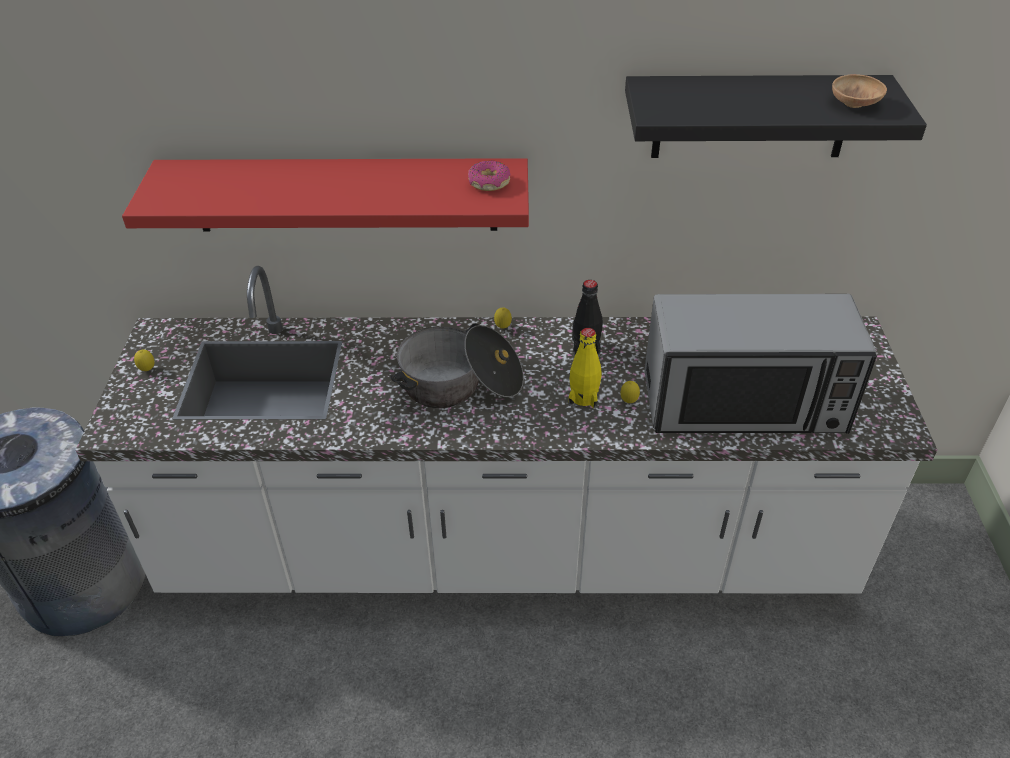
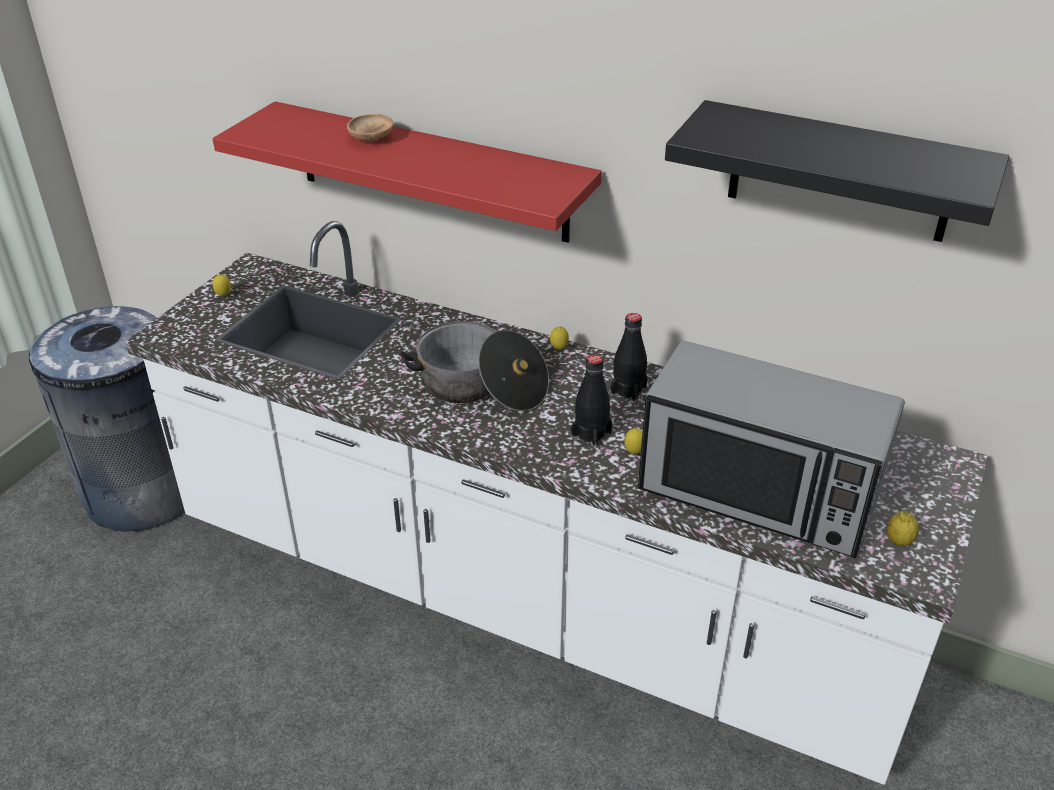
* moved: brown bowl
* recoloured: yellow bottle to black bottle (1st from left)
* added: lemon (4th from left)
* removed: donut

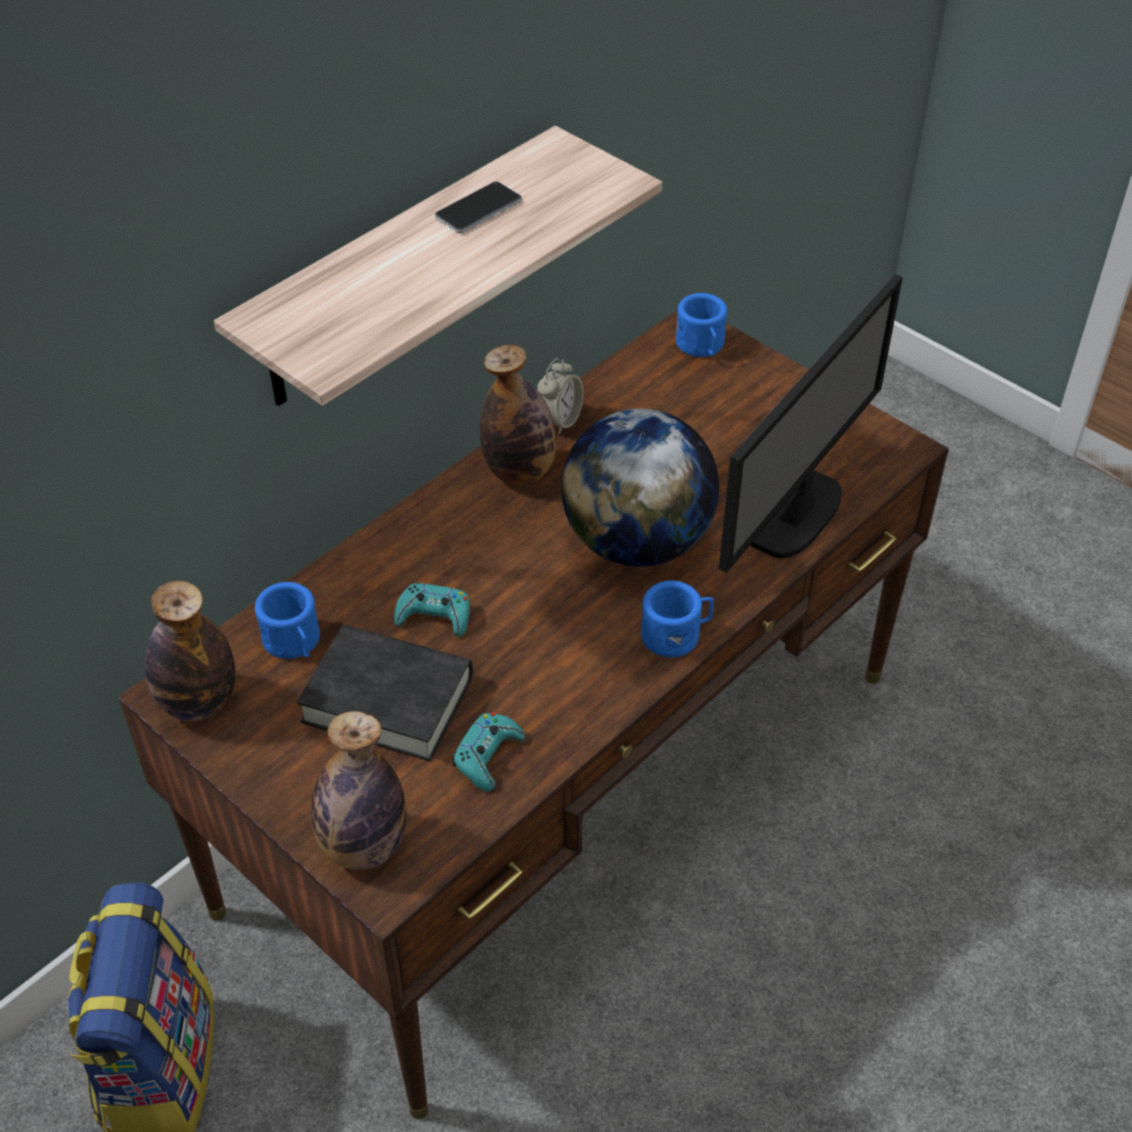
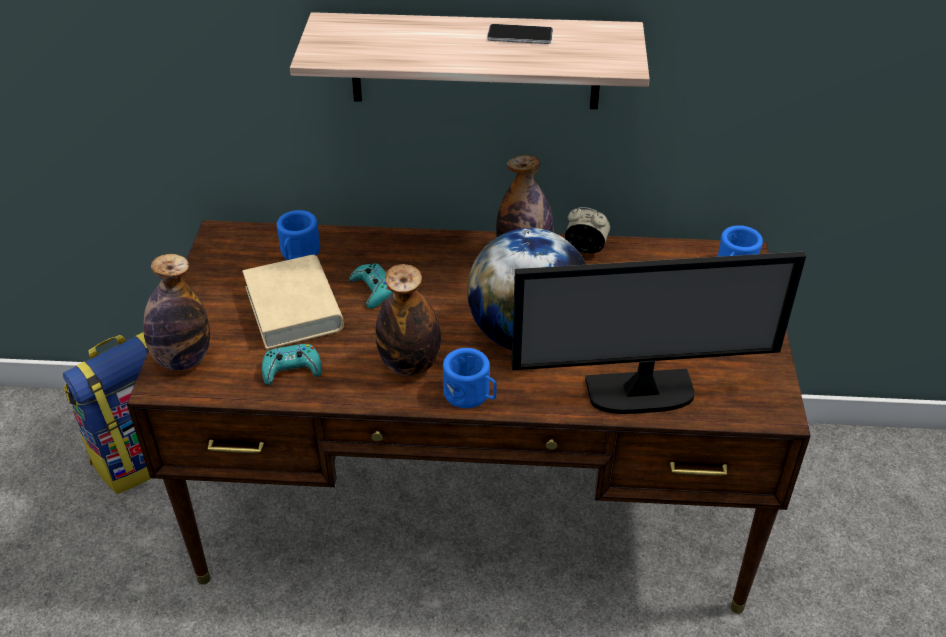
* recoloured: black book to beige book
* moved: bottle (1st from left in the first image) to bottle (2nd from left)
* turned: alarm clock 150 degrees counterclockwise

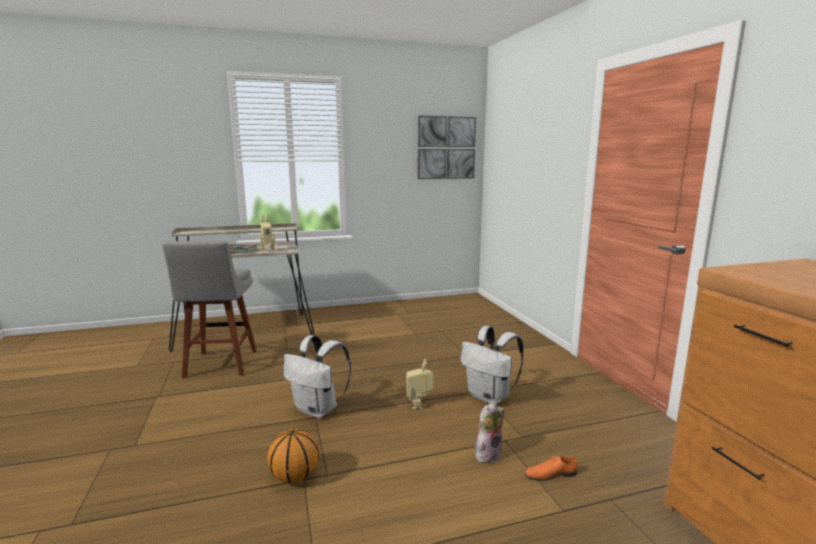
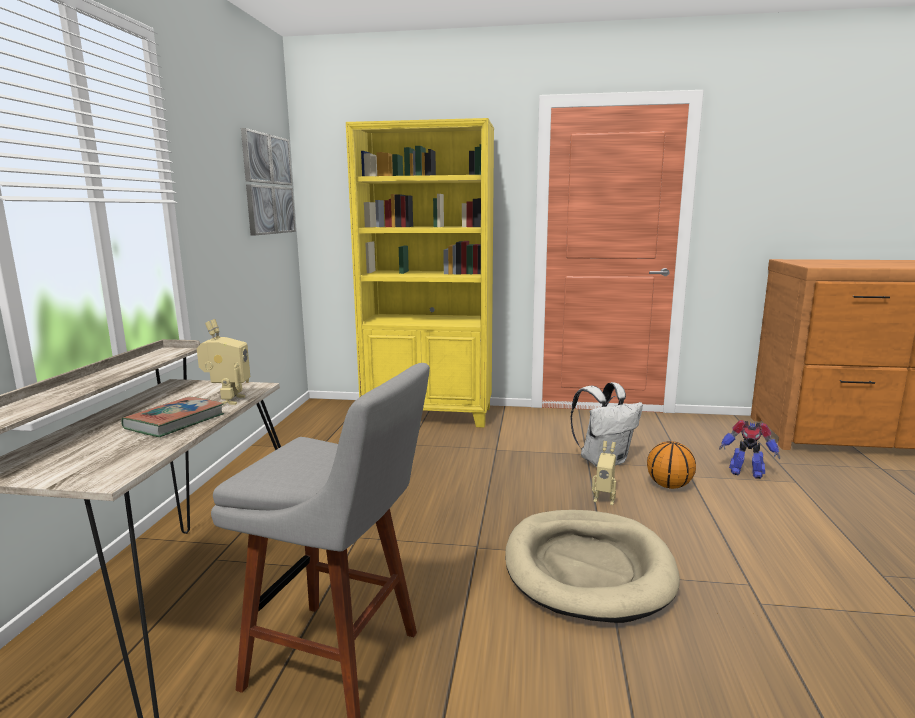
* added: yellow bookcase
* replaced: white backpack (1st from left) to beige dog bed
* moved: basketball
* replaced: orange shoe to toy robot (3rd from left)
* removed: plush toy

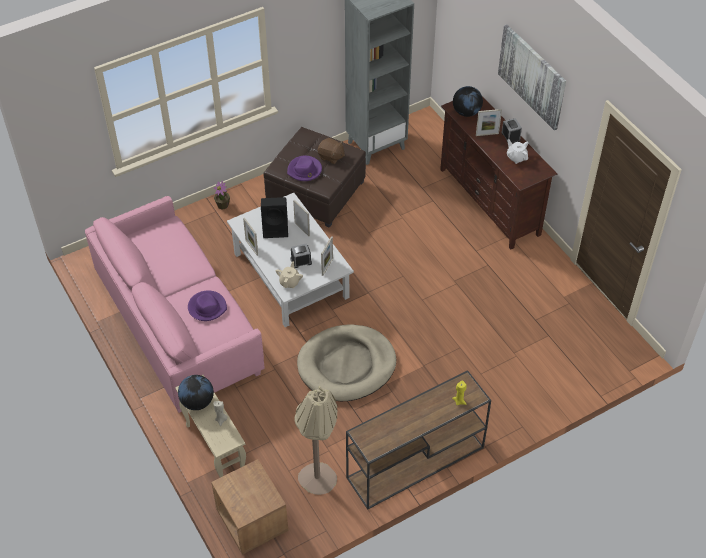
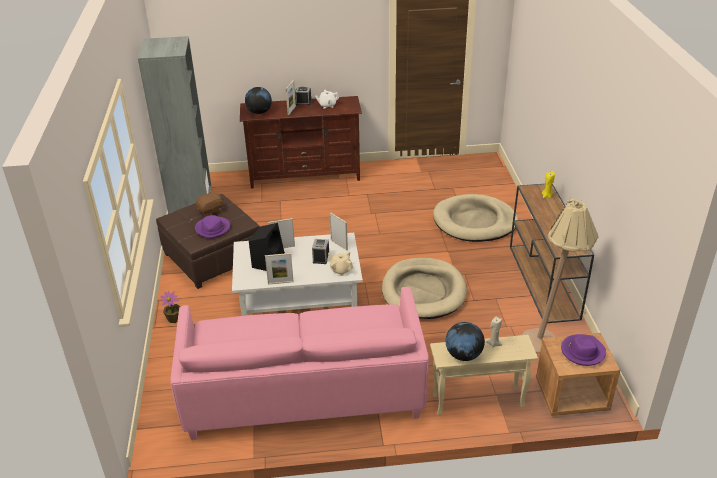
* added: beige dog bed (2nd from left)
* moved: purple hat (1st from left in the first image) to purple hat (2nd from left)
* removed: picture

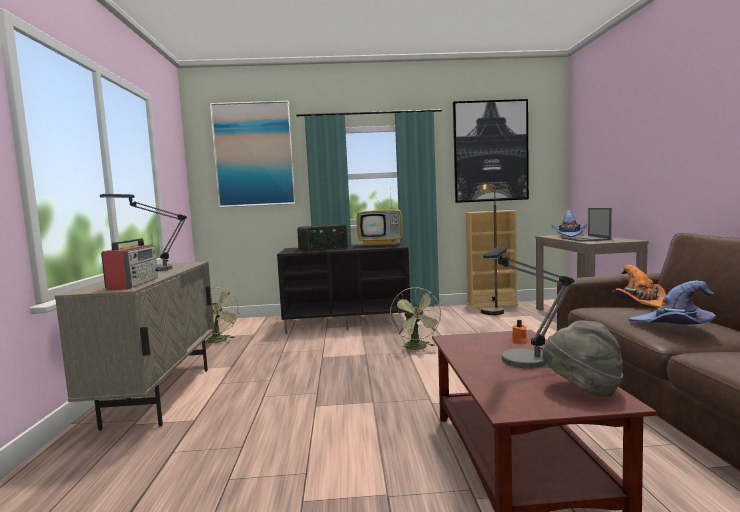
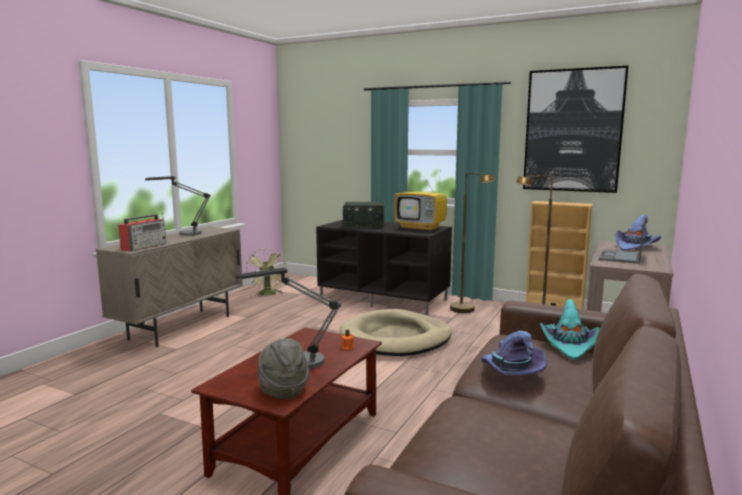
* replaced: green fan (2nd from left) to beige dog bed
* added: brown floor lamp (1st from left)
* recoloured: orange hat to turquoise hat
* removed: picture (1st from left)

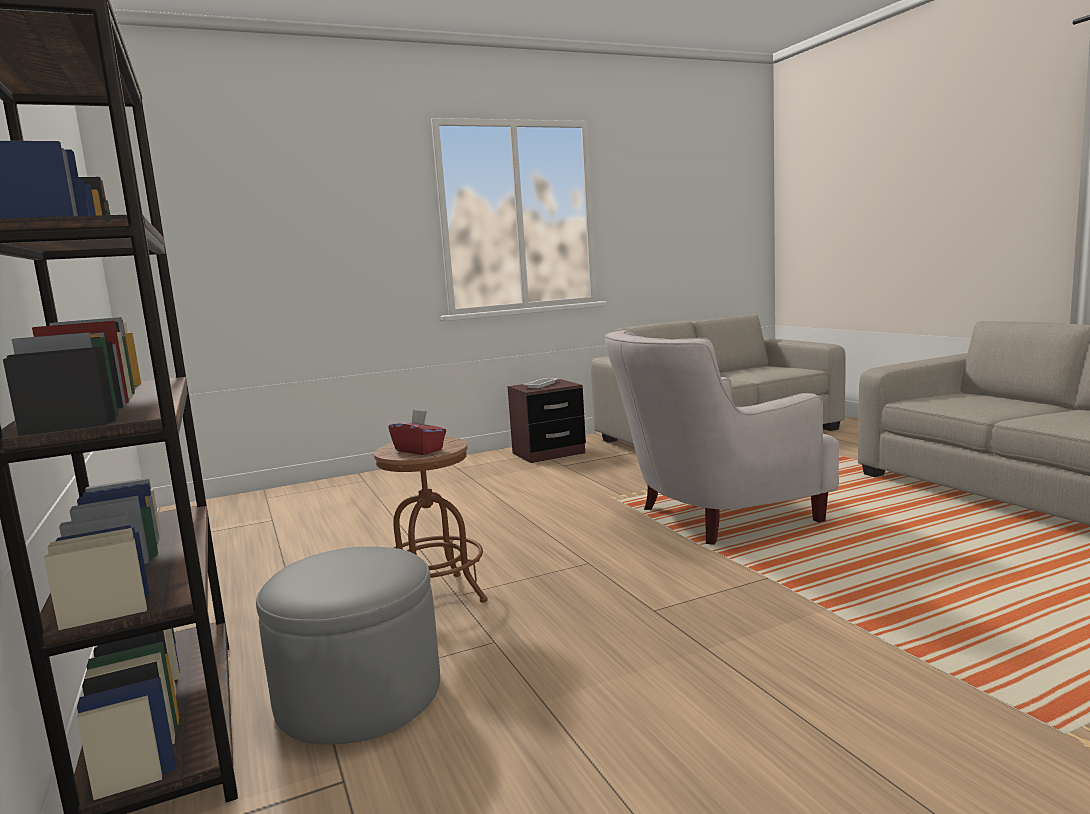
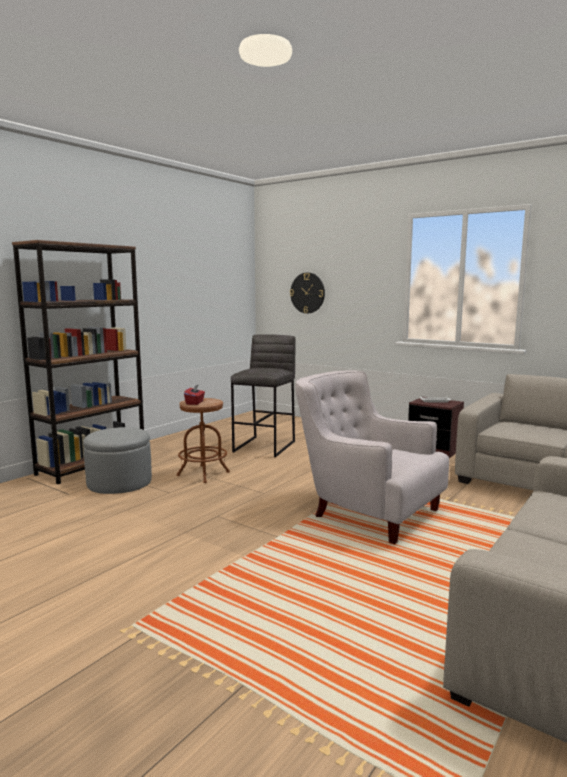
* added: grey stool
* added: wall clock

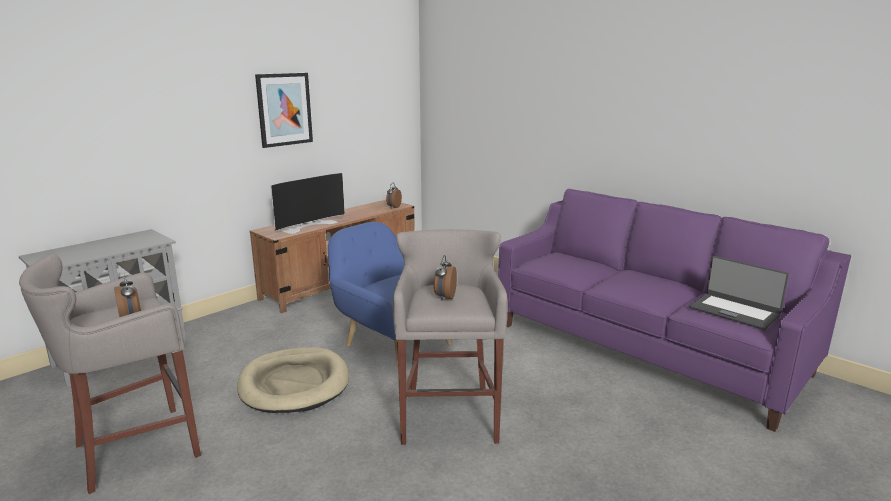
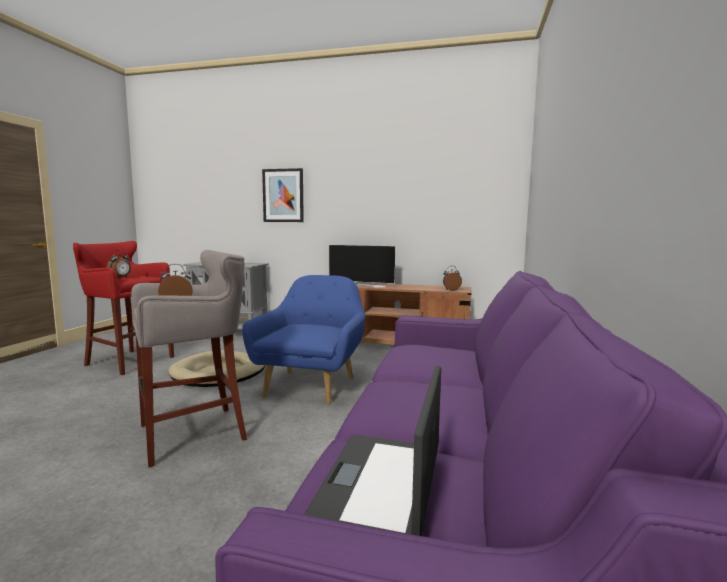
* recoloured: grey stool (1st from left) to red stool
* moved: picture

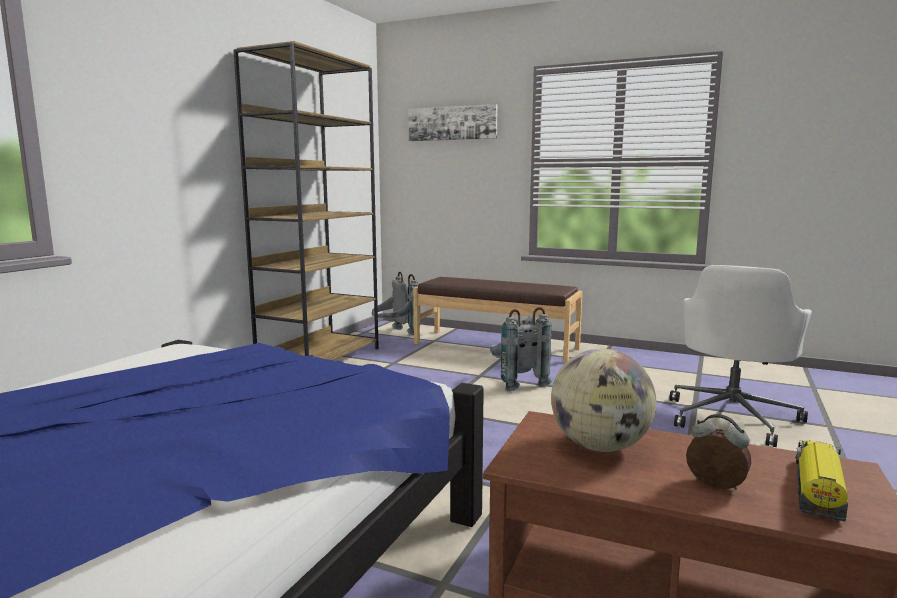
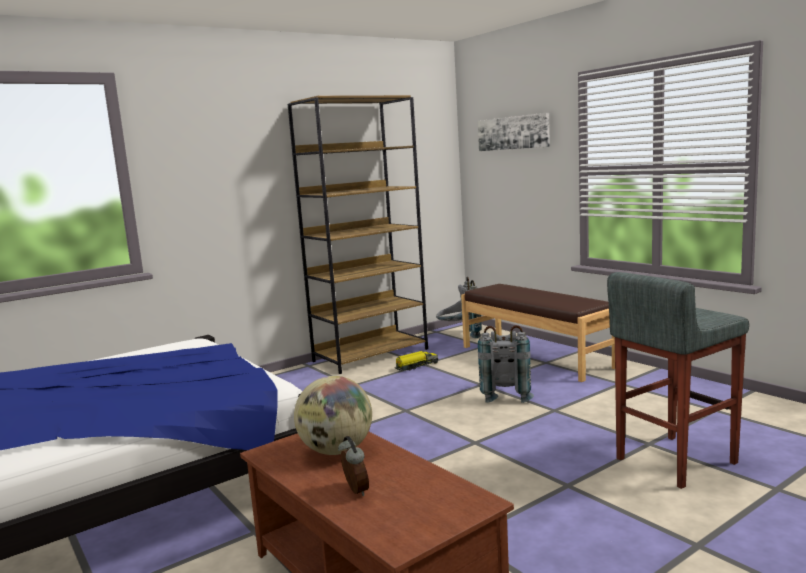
* moved: toy truck
* replaced: white office chair to grey stool

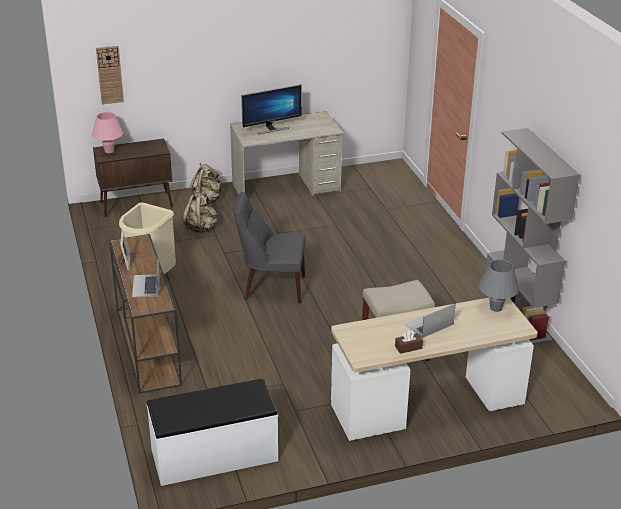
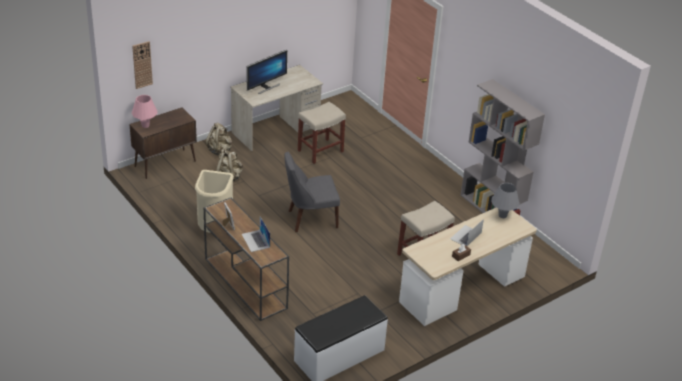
* added: beige stool (1st from left)

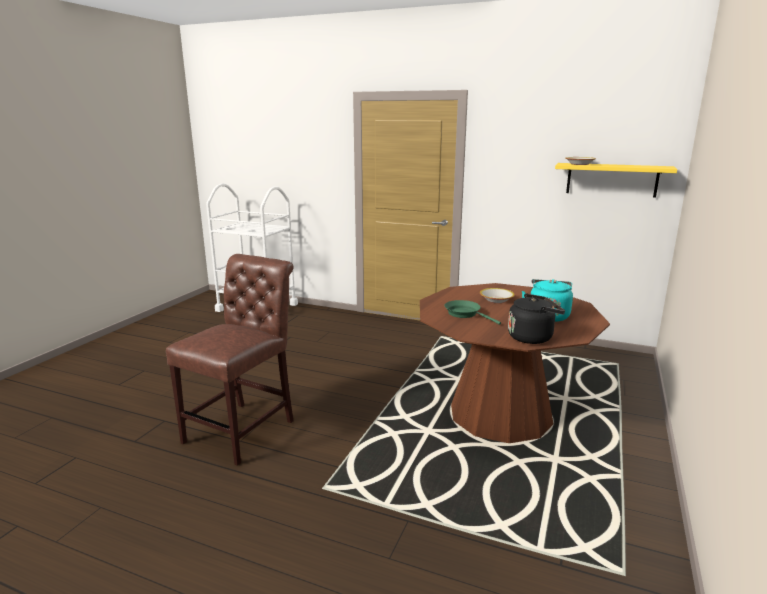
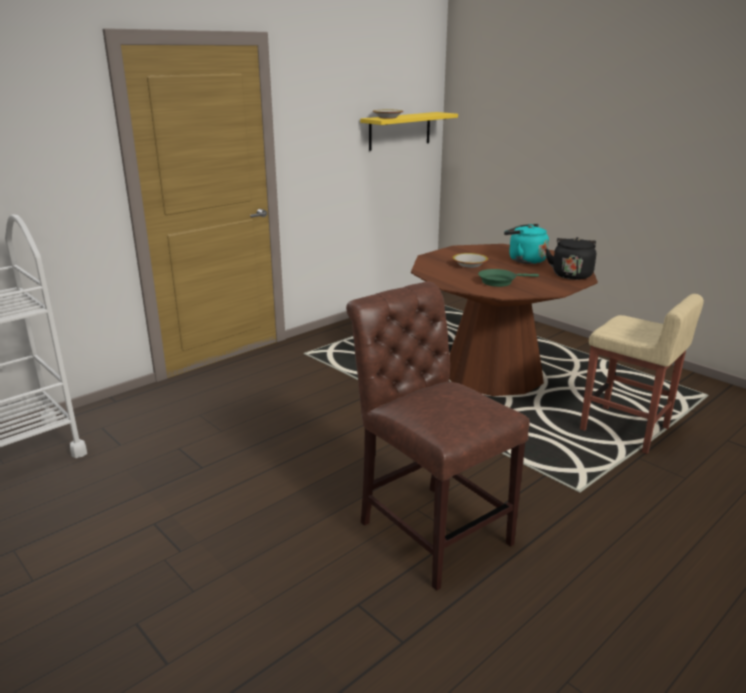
* added: beige stool

